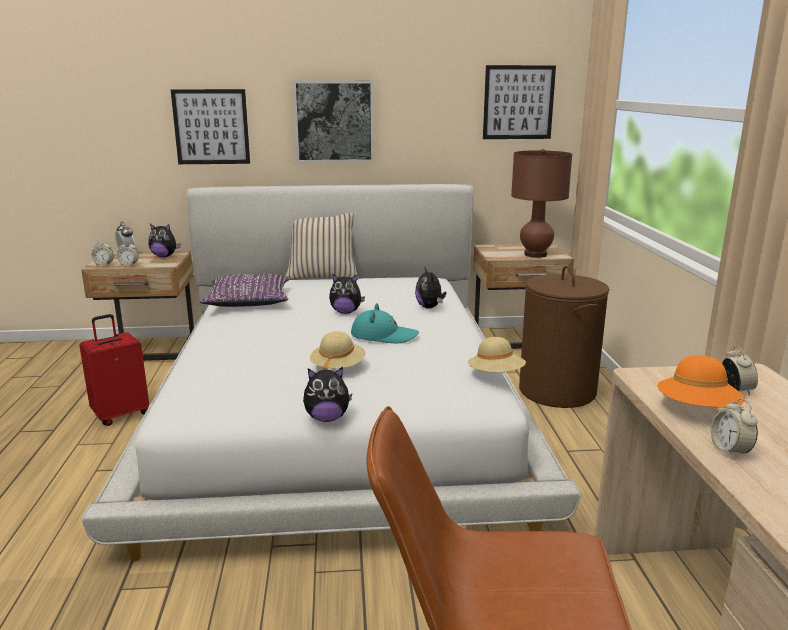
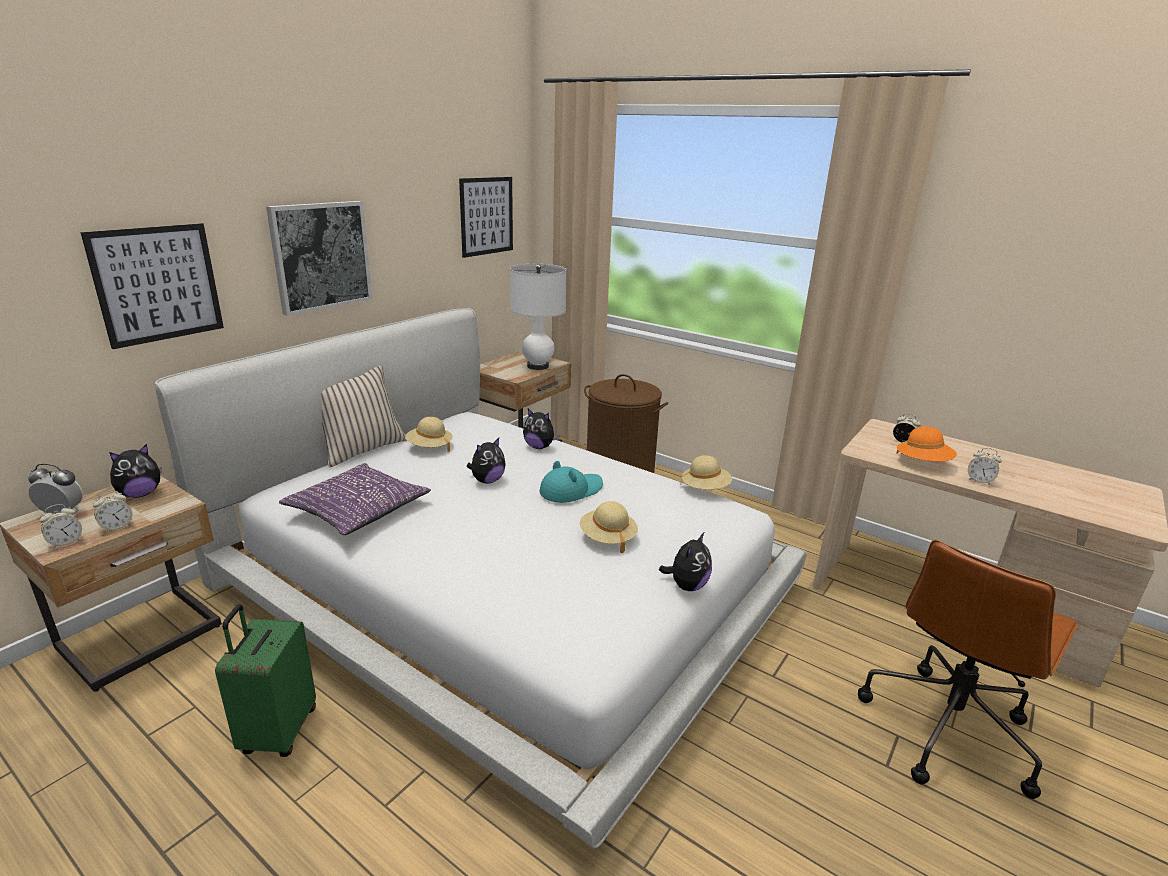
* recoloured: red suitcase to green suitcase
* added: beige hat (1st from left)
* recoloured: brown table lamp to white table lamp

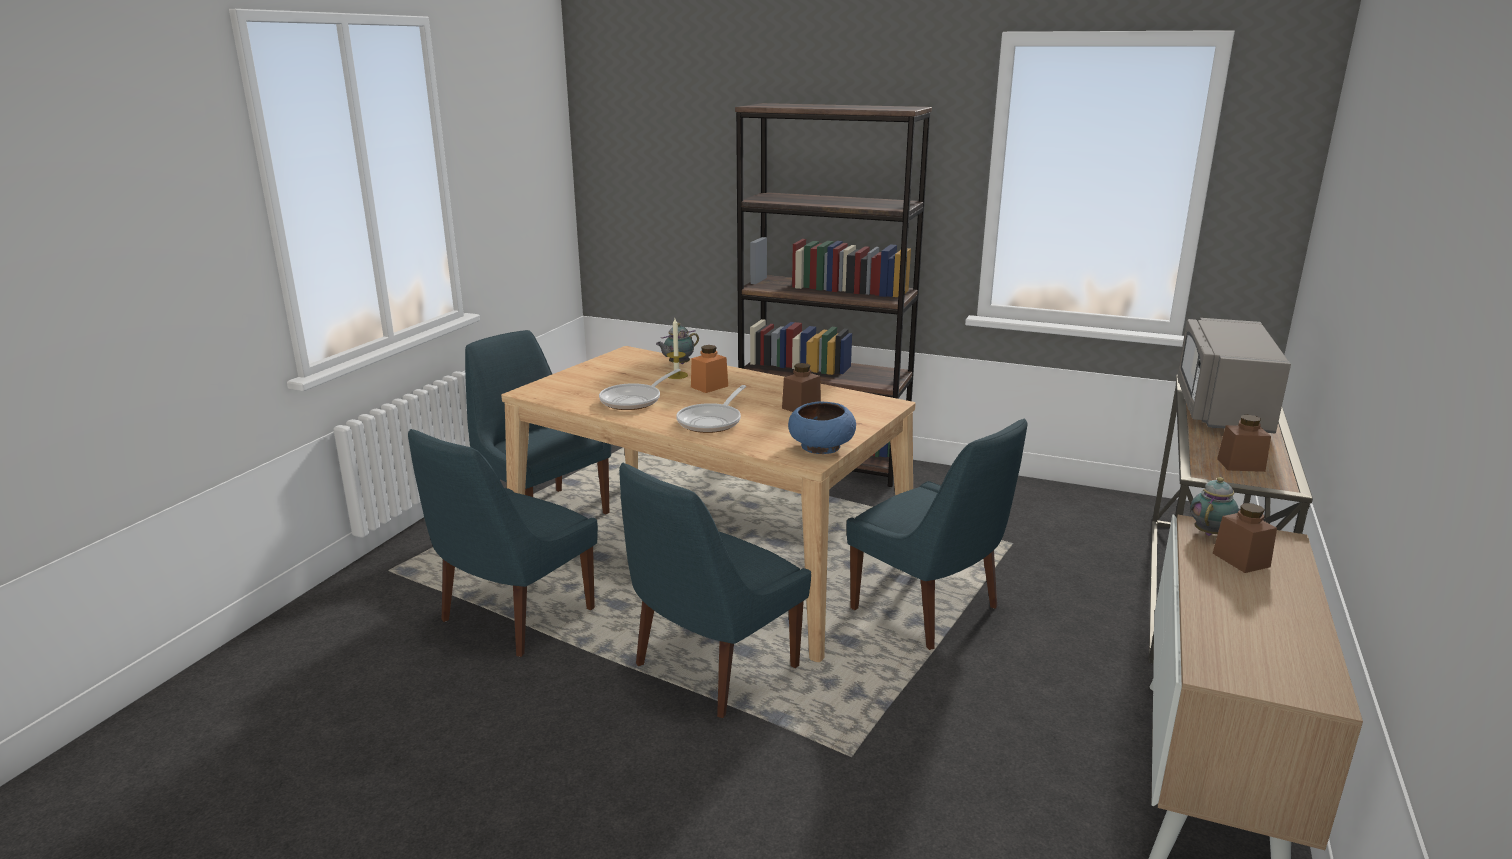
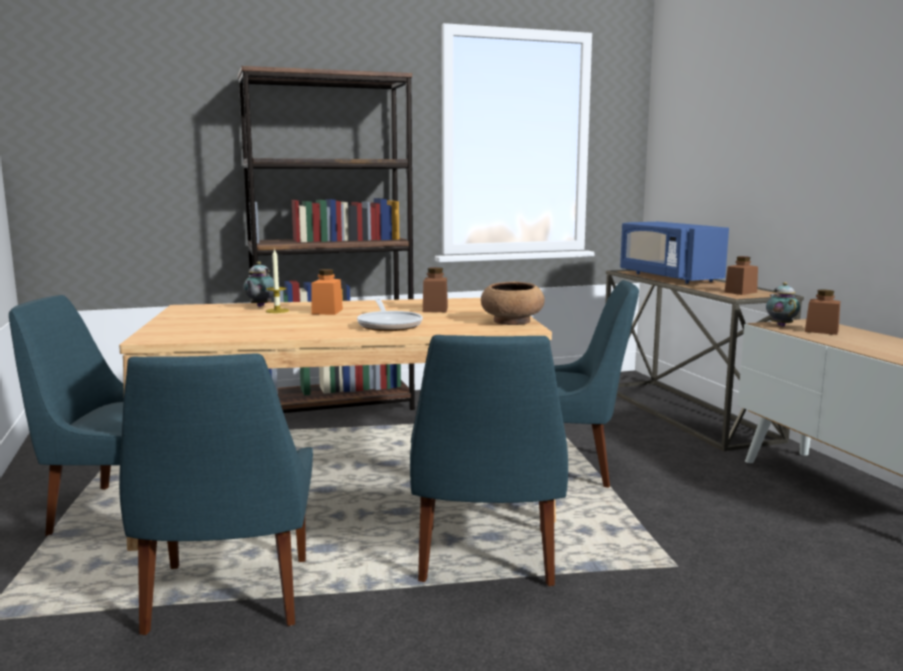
* recoloured: blue bowl to brown bowl
* recoloured: grey microwave to blue microwave
* removed: frying pan (1st from left)

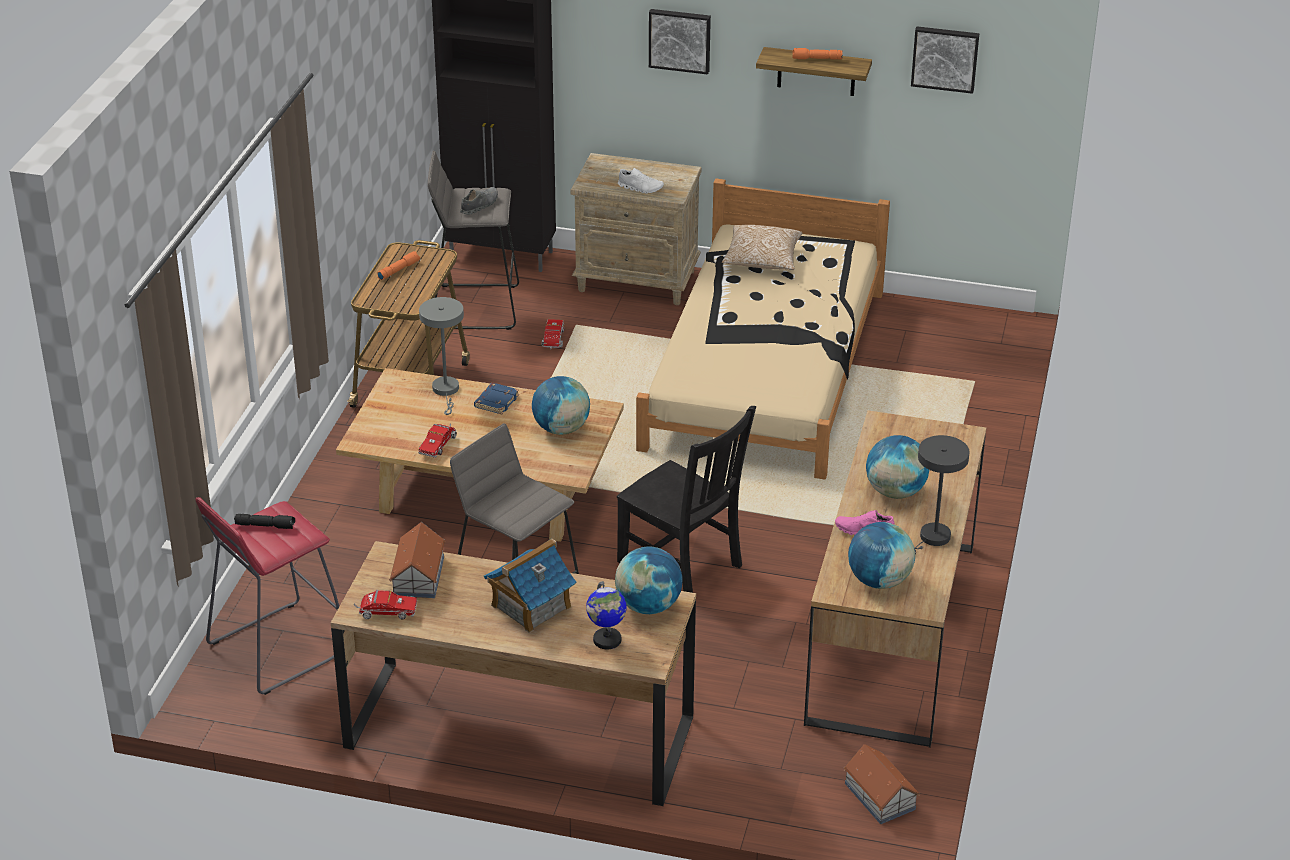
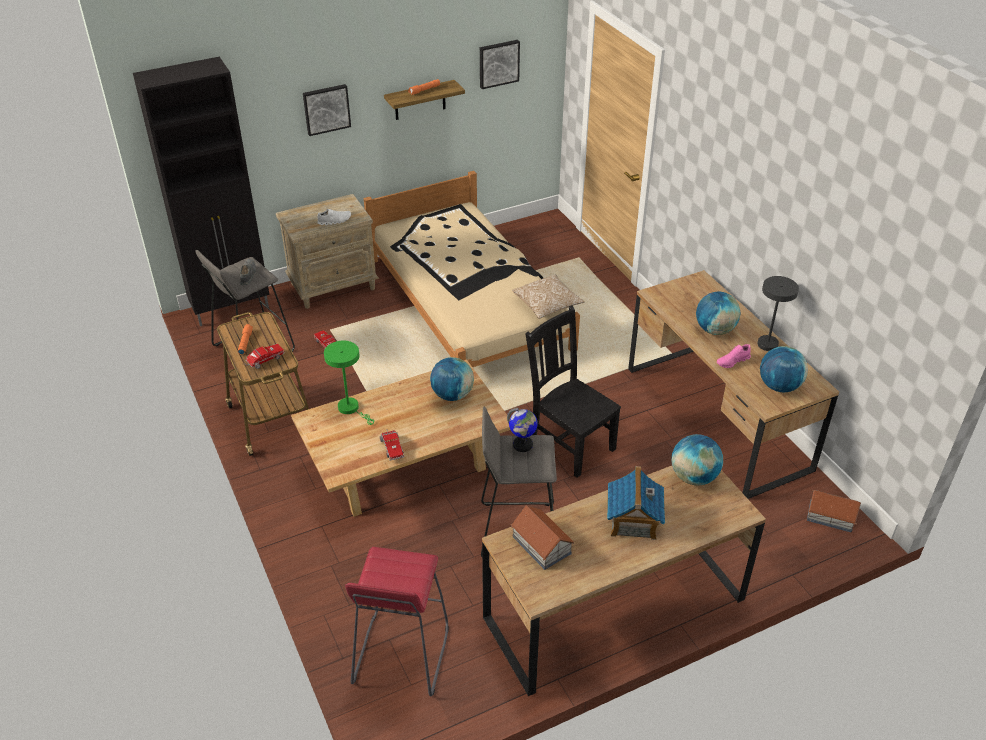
* moved: toy truck (1st from left)
* recoloured: grey table lamp (1st from left) to green table lamp
* moved: globe (2nd from left)
* moved: pillow
* turned: black chair 135 degrees counterclockwise
* removed: black flashlight
* removed: blue book

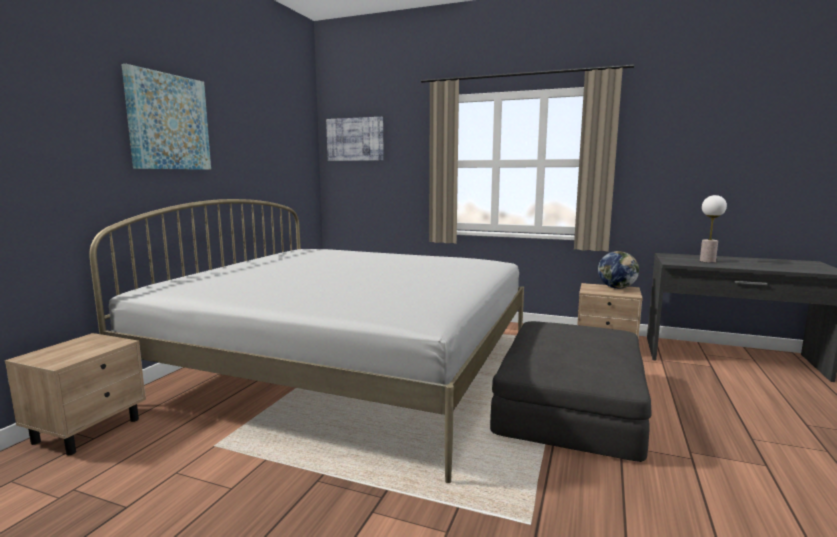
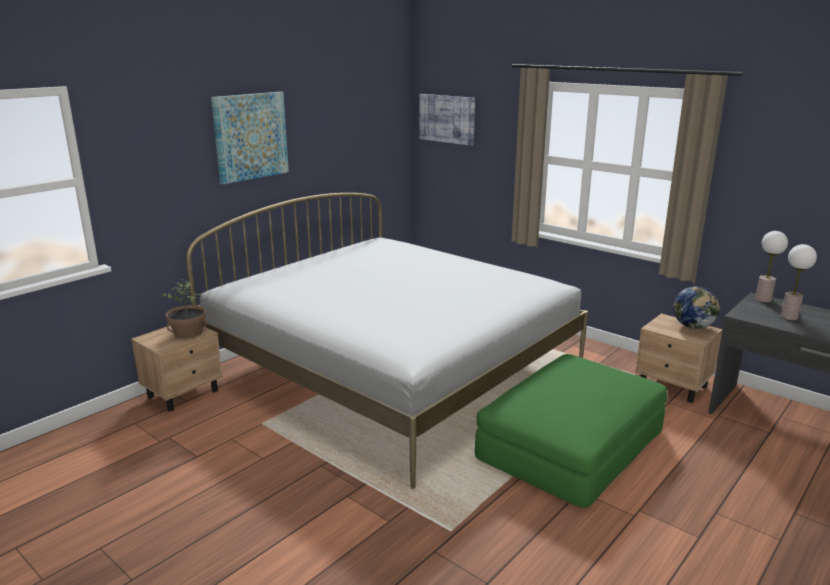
* added: potted plant
* recoloured: grey ottoman to green ottoman
* added: table lamp (1st from left)

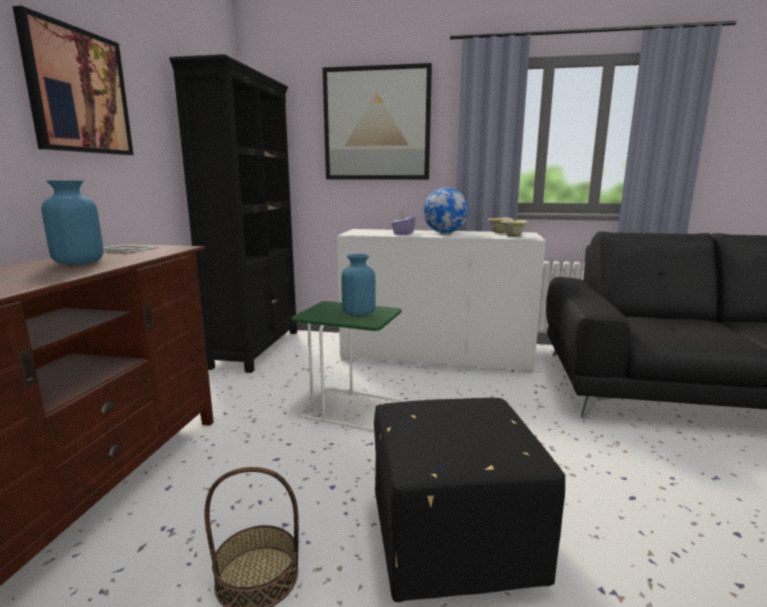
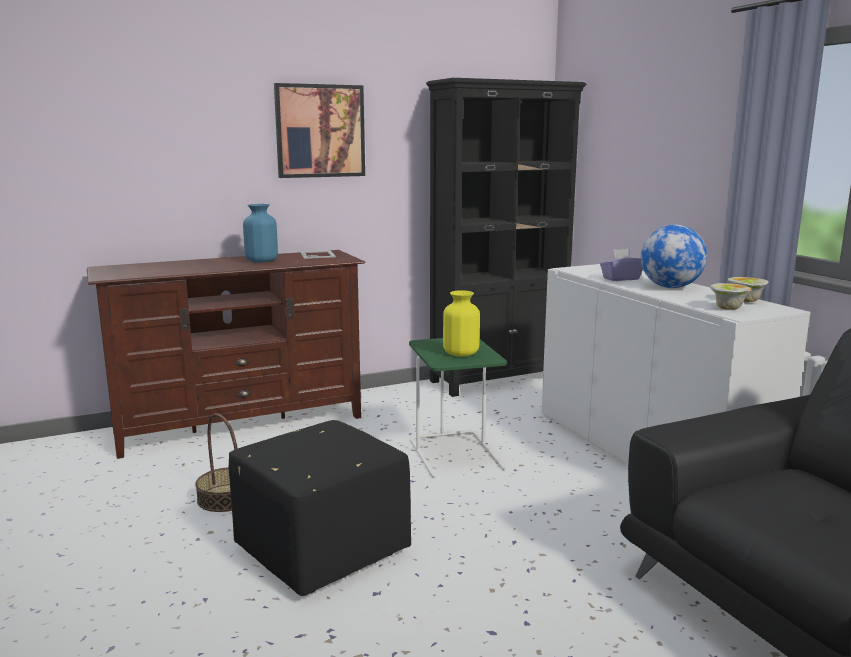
* recoloured: blue vase (2nd from left) to yellow vase
* removed: picture (2nd from left)

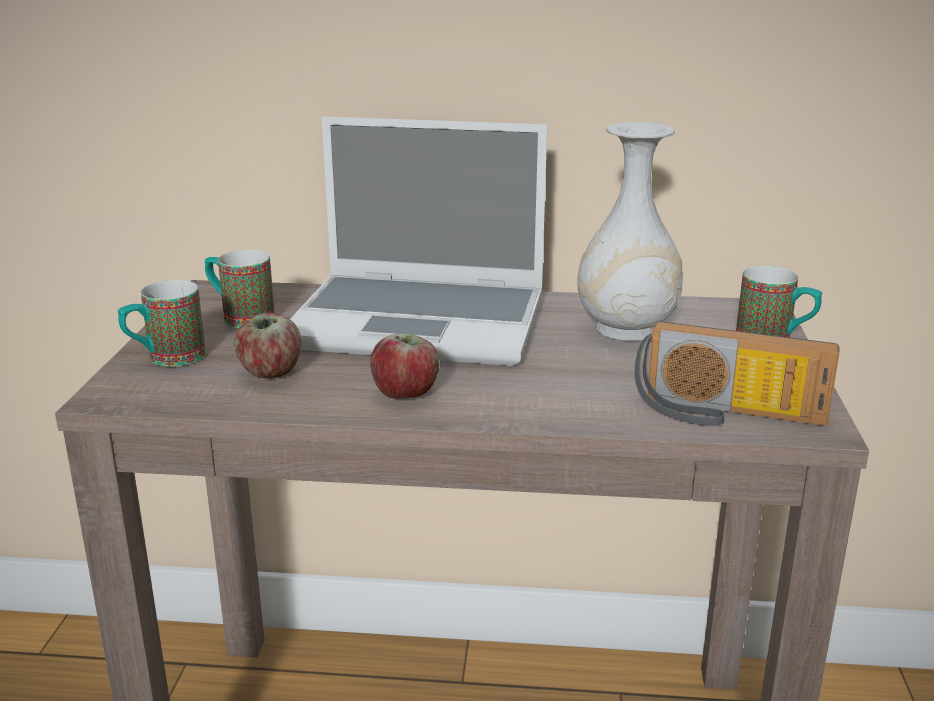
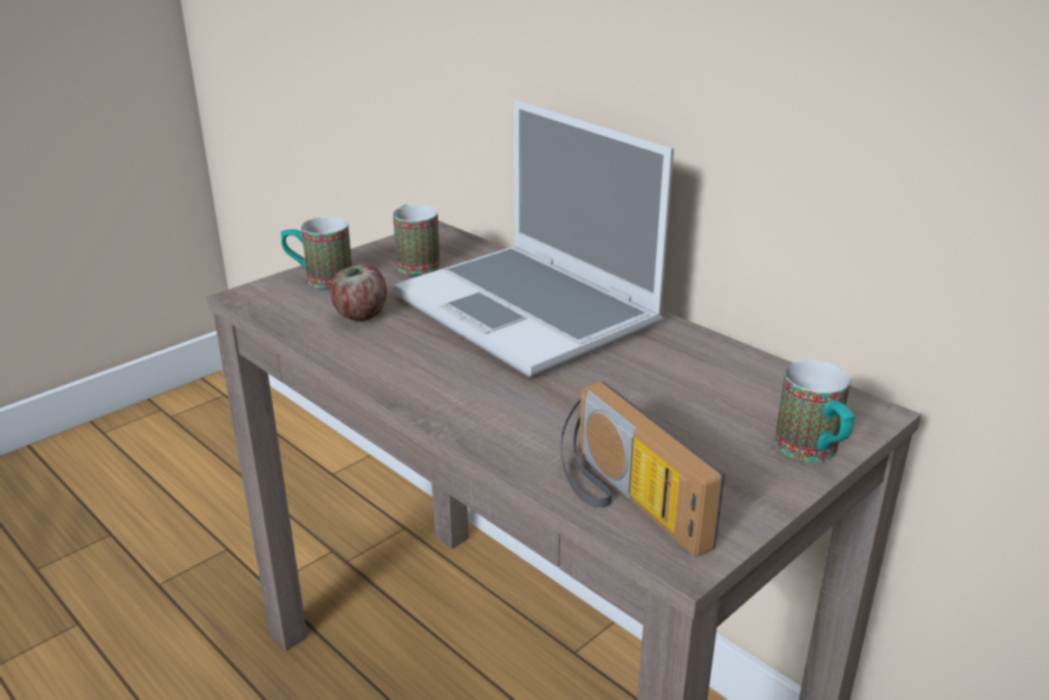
* removed: apple (2nd from left)
* removed: white vase

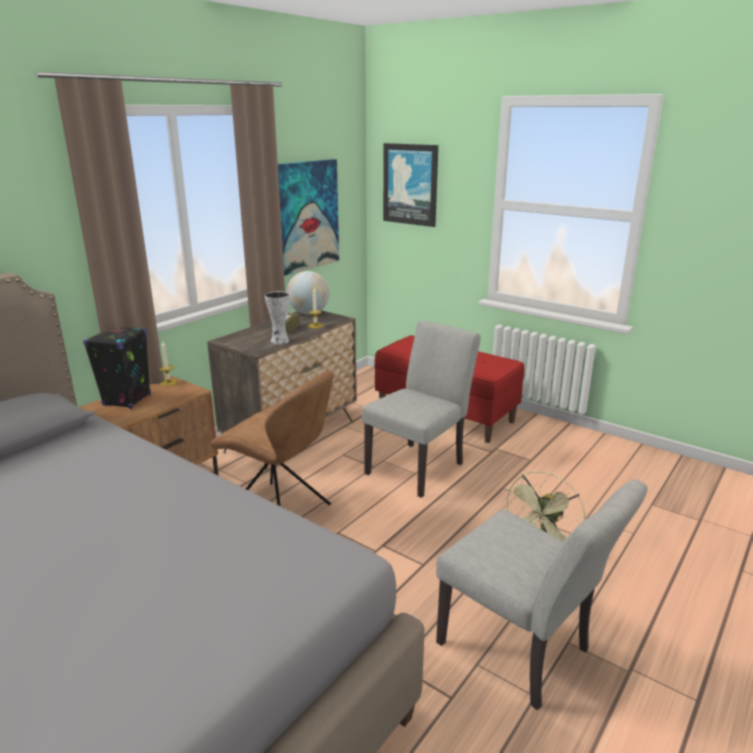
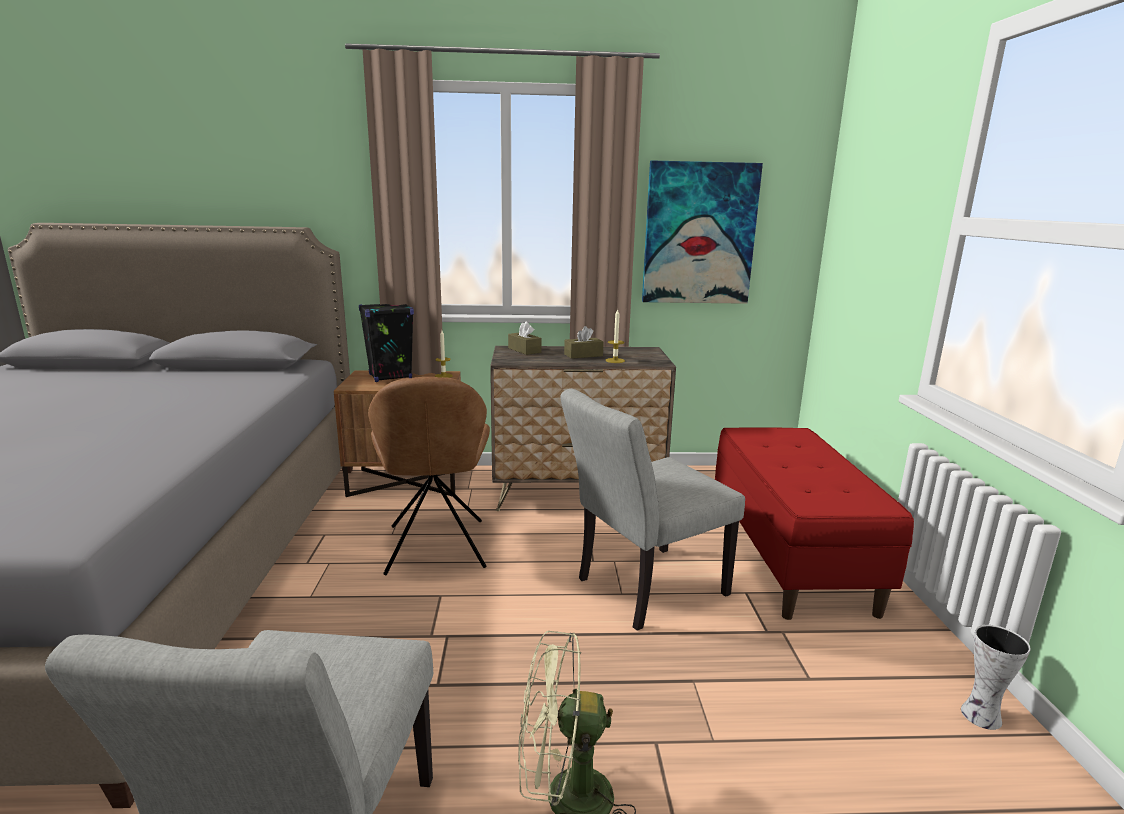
* added: brown tissue box (1st from left)
* turned: grey chair (1st from left in the first image) 150 degrees clockwise
* moved: vase
* removed: globe
* removed: picture (2nd from left)

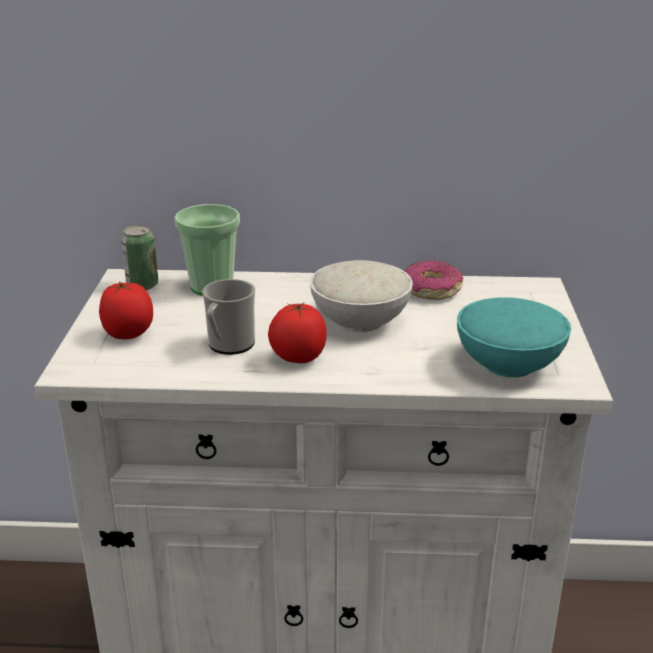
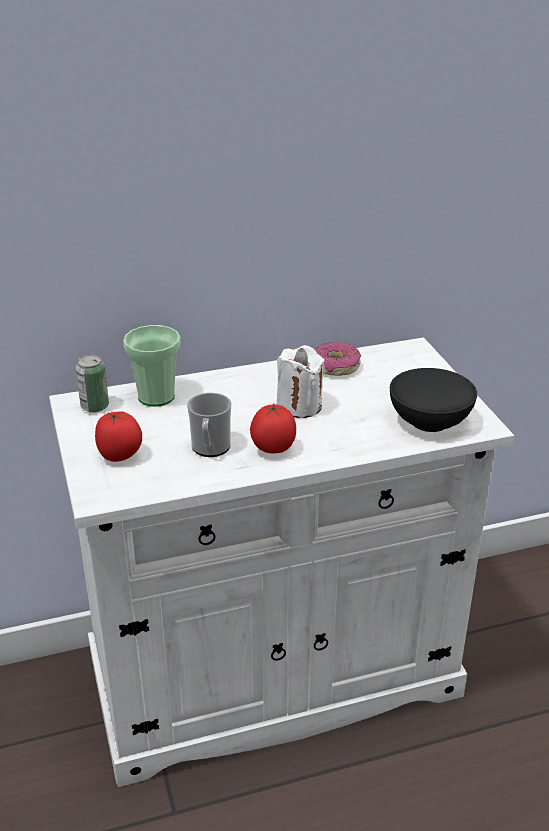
* replaced: white bowl to white candle
* recoloured: turquoise bowl to black bowl

